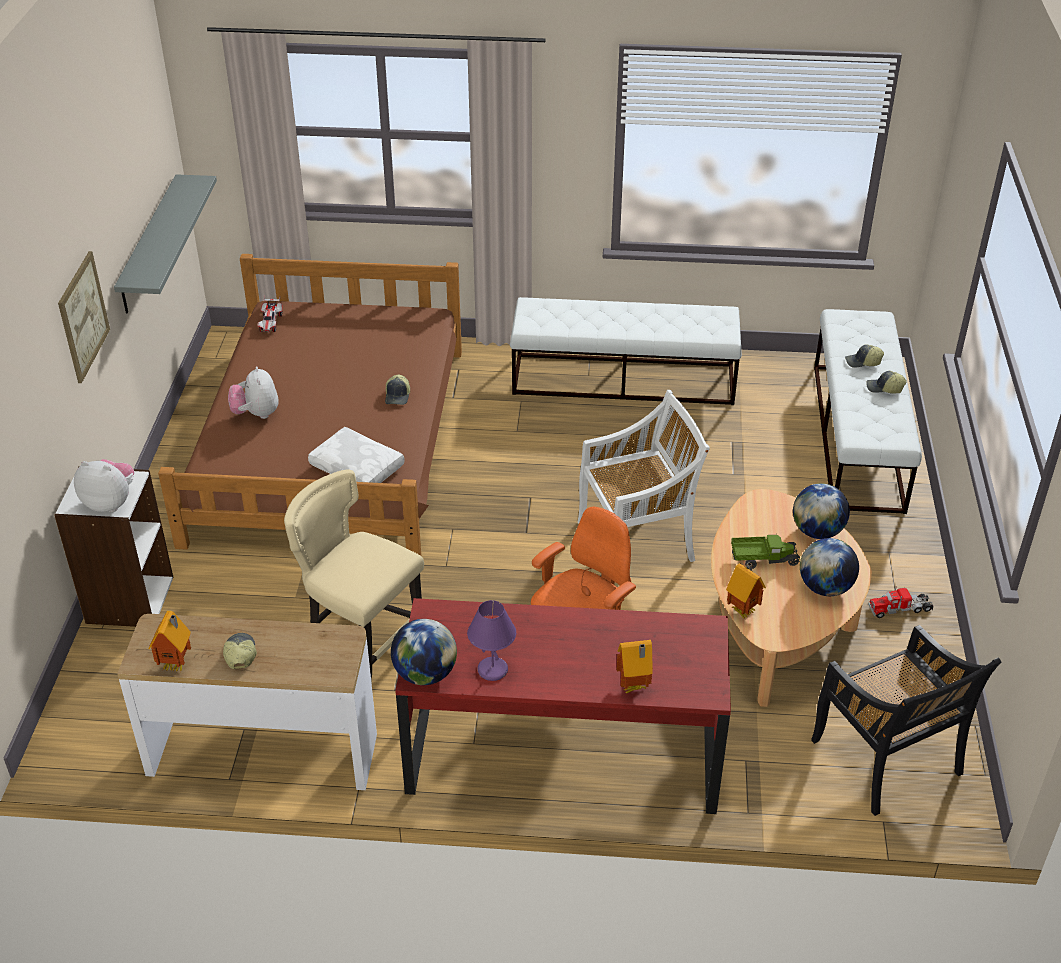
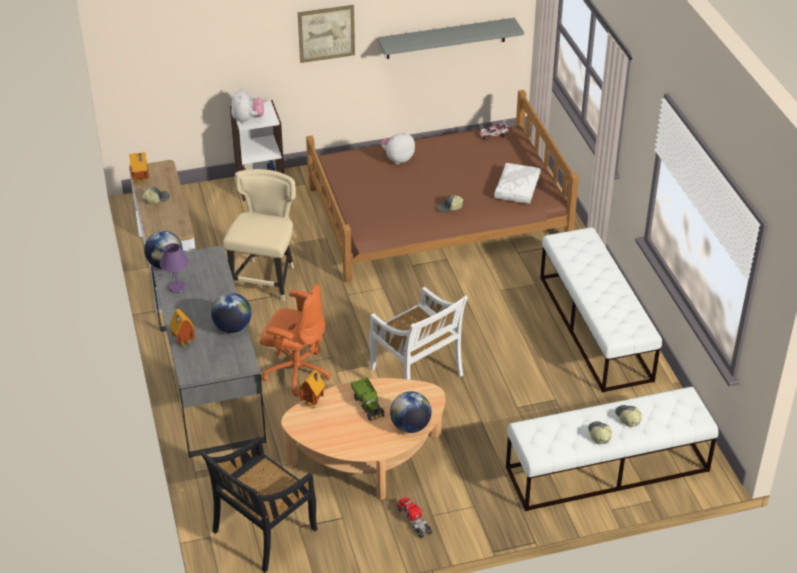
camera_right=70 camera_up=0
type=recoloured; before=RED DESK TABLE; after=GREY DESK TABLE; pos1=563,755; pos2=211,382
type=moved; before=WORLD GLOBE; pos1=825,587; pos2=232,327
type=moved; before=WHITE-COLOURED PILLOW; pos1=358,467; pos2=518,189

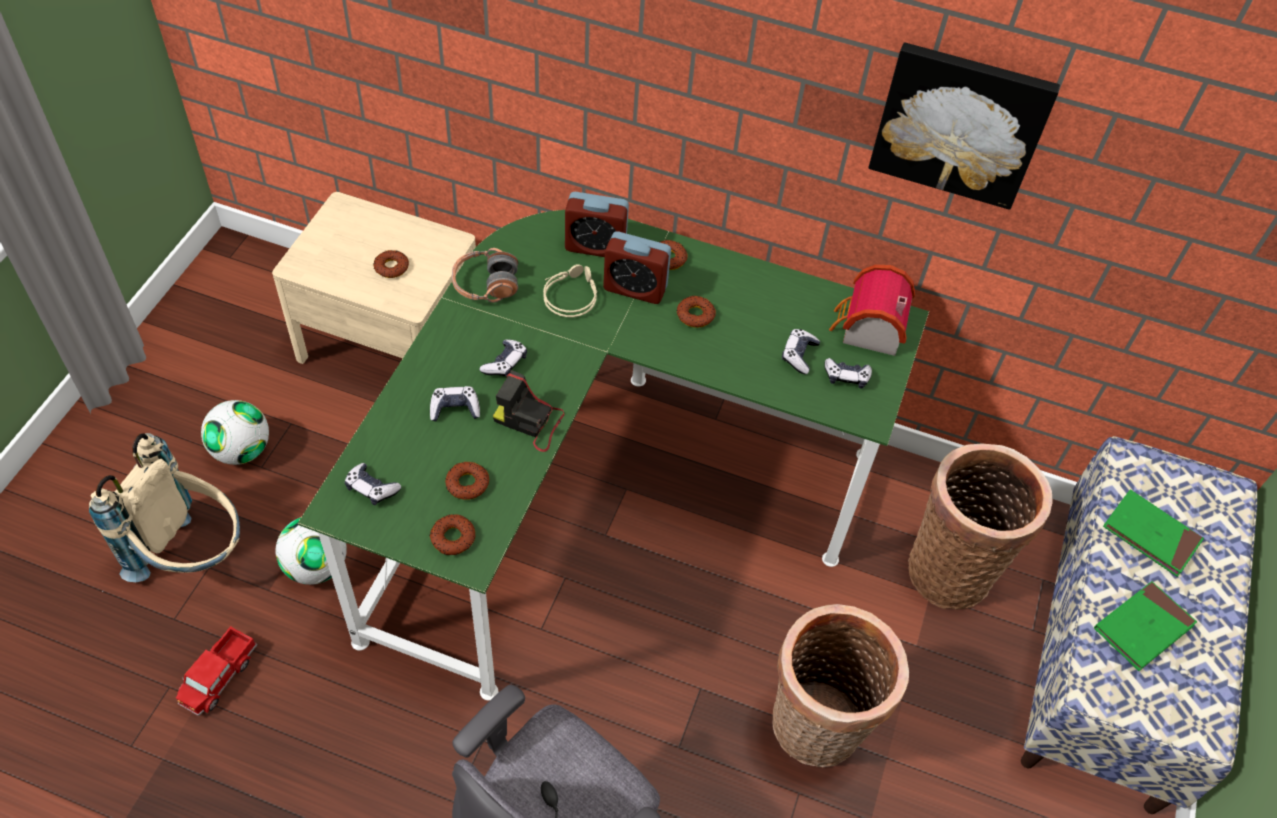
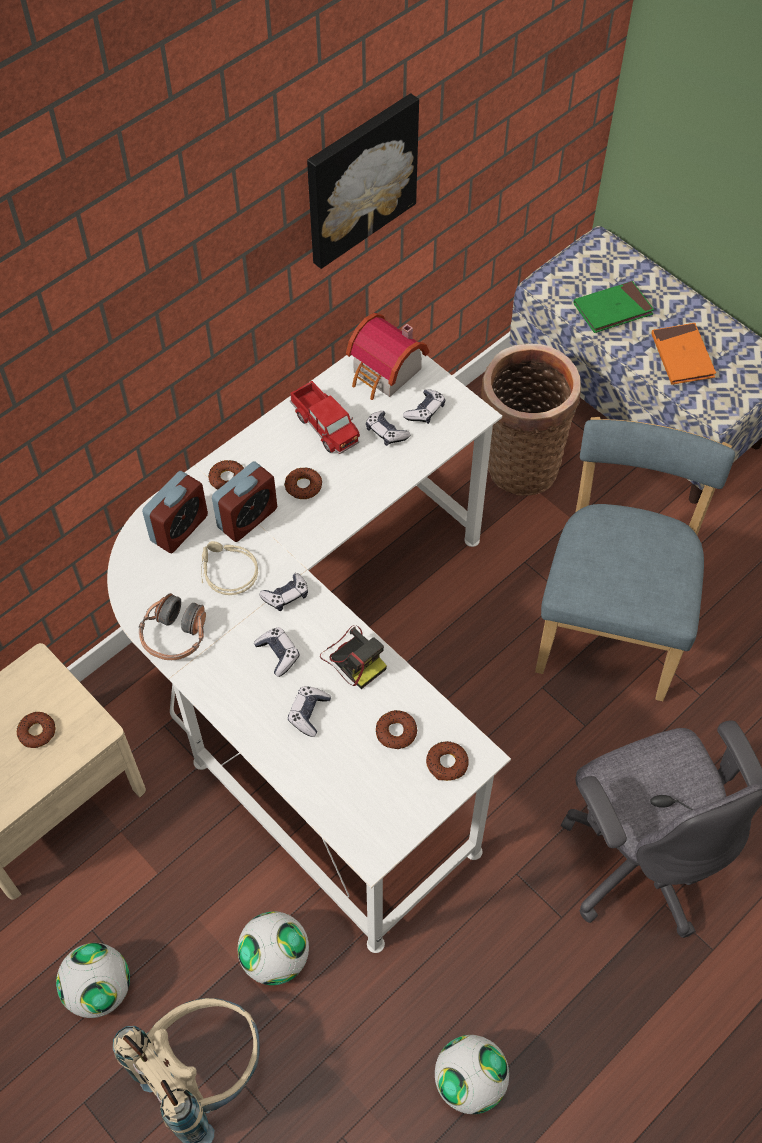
camera_right=-60 camera_up=5
type=recoloured; before=GREEN DESK TABLE; after=WHITE-COLOURED DESK TABLE; pos1=602,493; pos2=321,682
type=moved; before=JOYPAD; pos1=372,488; pos2=286,596
type=moved; before=TOY LORRY; pos1=219,676; pos2=325,425
type=turned; before=STILL CAMERA; pos1=530,421; pos2=353,658; turn=-90
type=added; after=FOOTBALL BALL; pos2=469,1081
type=replaced; before=STORAGE BASKET; after=BLUE-COLOURED PLAIN CHAIR; pos1=815,730; pos2=611,623
type=recoloured; before=GREEN VOLUME; after=ORANGE VOLUME; pos1=1142,628; pos2=682,356

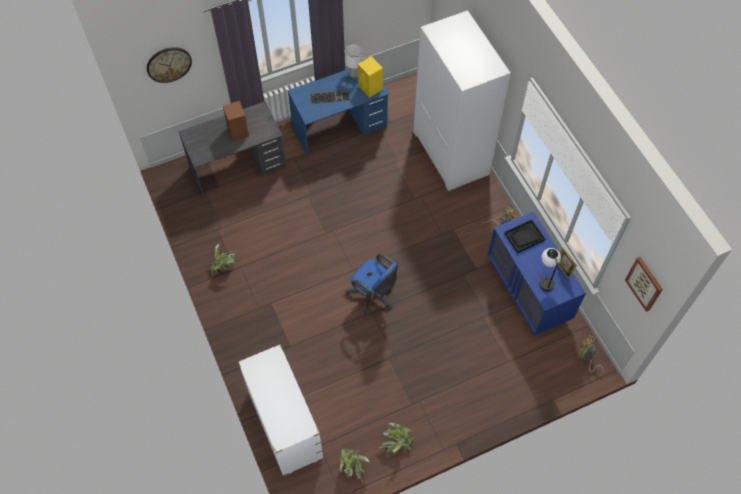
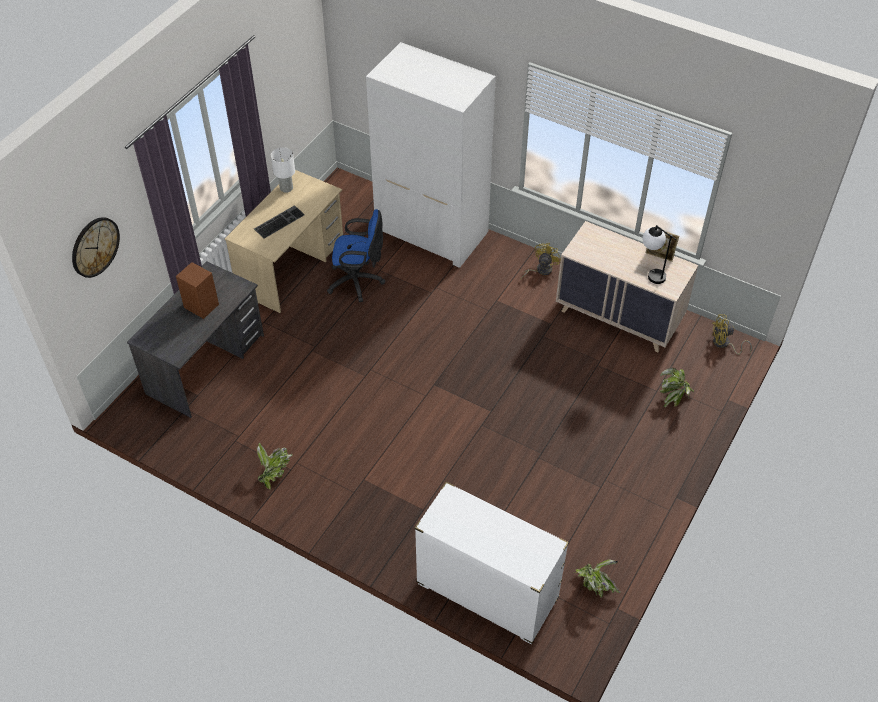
camera_right=-35 camera_up=-10
type=recoloured; before=BLUE-COLOURED DESK TABLE; after=SAND-COLOURED DESK TABLE; pos1=340,128; pos2=291,267
type=moved; before=BLUE-COLOURED DESK CHAIR; pos1=373,296; pos2=358,282
type=recoloured; before=BLUE-COLOURED DRAWER CHEST; after=SAND-COLOURED DRAWER CHEST; pos1=528,292; pos2=619,317
type=moved; before=PLANT IN A POT; pos1=396,443; pos2=674,396
type=removed; before=YELLOW-COLOURED LOUDSPEAKER; pos1=370,88
type=removed; before=BLACK-COLOURED TRAY; pos1=524,236
type=removed; before=PICTURE; pos1=644,283

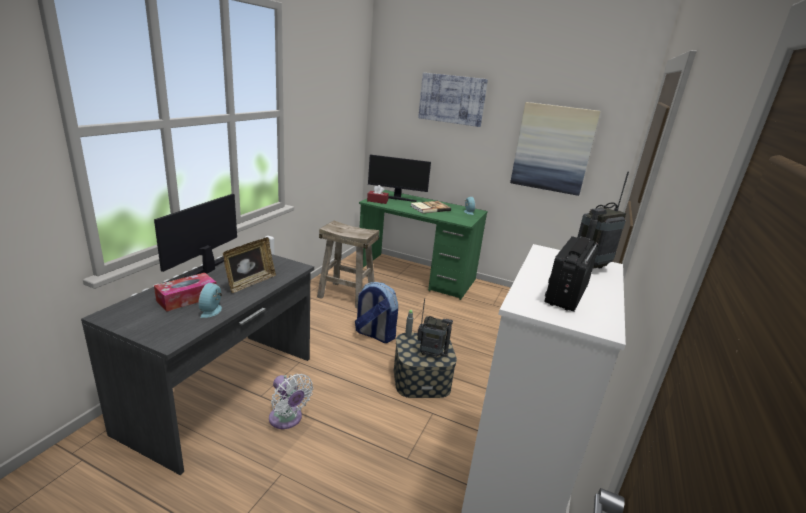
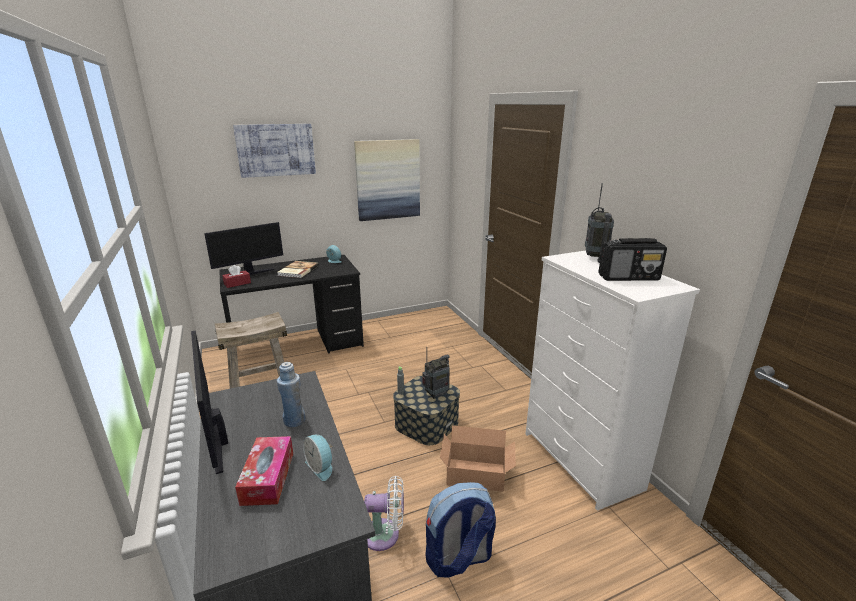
camera_right=-45 camera_up=0
type=recoloured; before=GREEN DESK TABLE; after=BLACK-COLOURED DESK TABLE; pos1=416,275; pos2=298,346
type=replaced; before=PHOTO FRAME; after=BLUE-COLOURED BEVERAGE BOTTLE; pos1=250,283; pos2=294,421
type=moved; before=RUCKSACK; pos1=374,334; pos2=458,559
type=added; after=CARDBOARD BOX; pos2=477,476
type=turned; before=RADIO; pos1=566,294; pos2=629,277; turn=-75

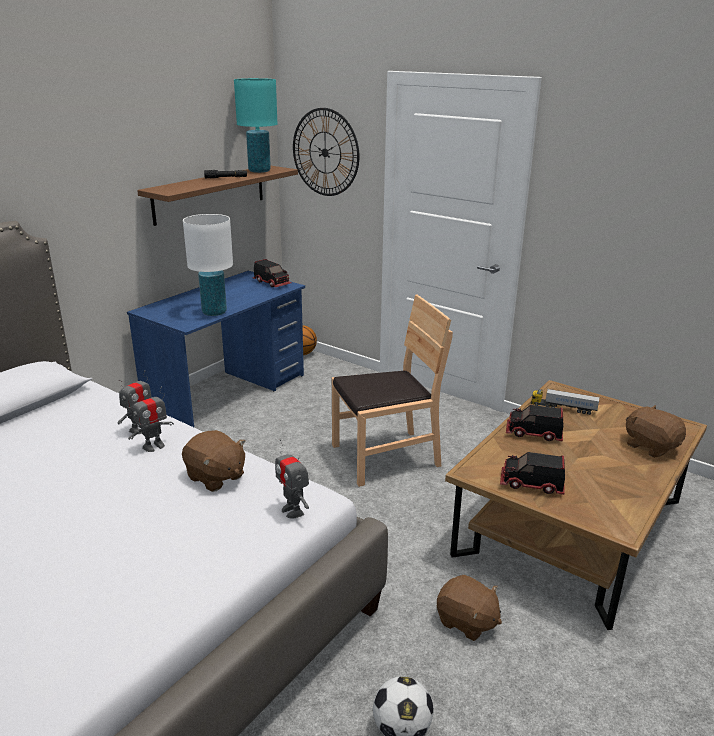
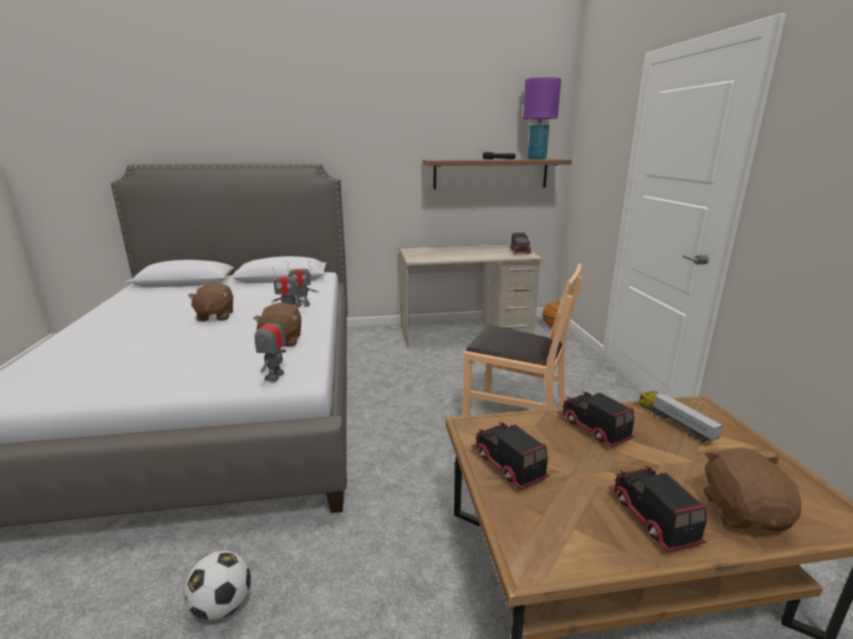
camera_right=45 camera_up=-5
type=moved; before=BROWN-COLOURED CUDDLY TOY; pos1=466,622; pos2=215,316
type=recoloured; before=BLUE-COLOURED DESK TABLE; after=SAND-COLOURED DESK TABLE; pos1=227,393; pos2=465,333
type=recoloured; before=BLUE-GREEN TABLE LAMP; after=PURPLE TABLE LAMP; pos1=259,171; pos2=536,159
type=added; after=TOY LORRY; pos2=651,518
type=removed; before=WHITE-COLOURED TABLE LAMP; pos1=214,312
type=removed; before=CLOCK ON THE WALL; pos1=325,152

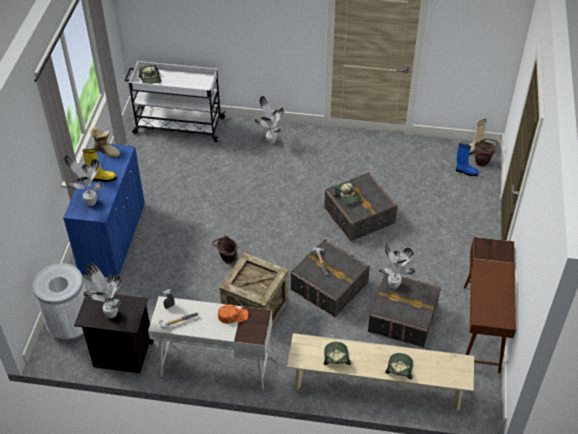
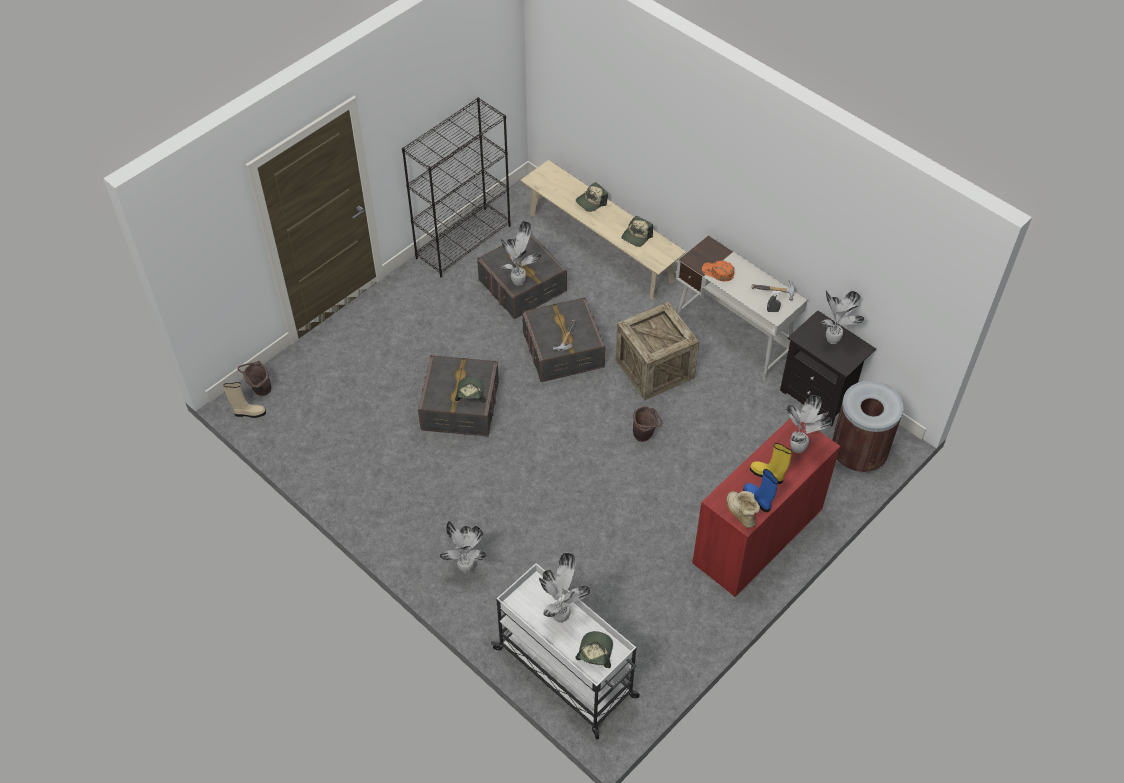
camera_right=-145 camera_up=5
type=replaced; before=BROWN-COLOURED DESK TABLE; after=BLACK-COLOURED SHELVING UNIT; pos1=481,328; pos2=463,241
type=added; after=PLANT IN A POT; pos2=561,615
type=recoloured; before=BLUE-COLOURED CUPBOARD; after=RED CUPBOARD; pos1=113,238; pos2=757,536
type=moved; before=BLUE-COLOURED BOOT; pos1=465,171; pos2=758,500
type=recoloured; before=WHITE-COLOURED TRASH CAN; after=BROWN-COLOURED TRASH CAN; pos1=70,325; pos2=858,455

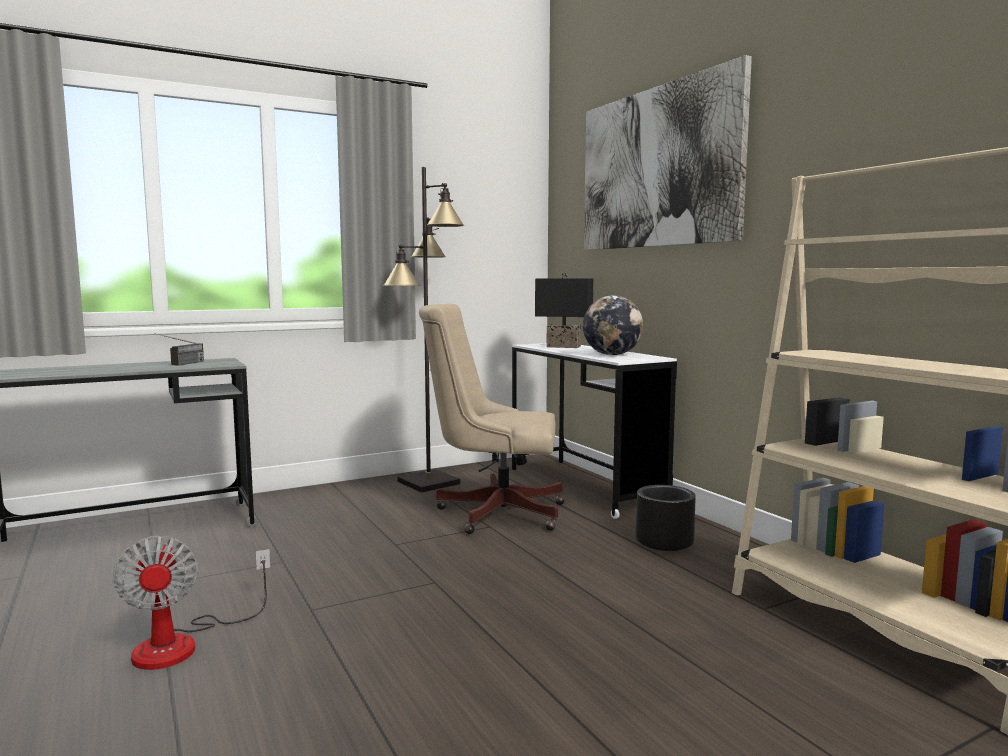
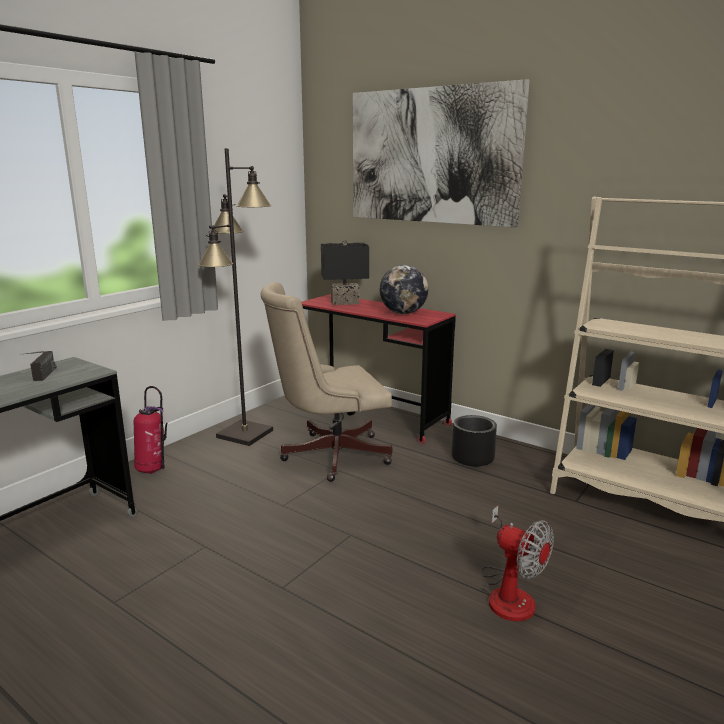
camera_right=-25 camera_up=10
type=added; after=FIRE-FIGHTING CYLINDER; pos2=153,470
type=recoloured; before=WHITE-COLOURED DESK TABLE; after=RED DESK TABLE; pos1=584,486; pos2=373,415
type=moved; before=FAN; pos1=184,643; pos2=508,593

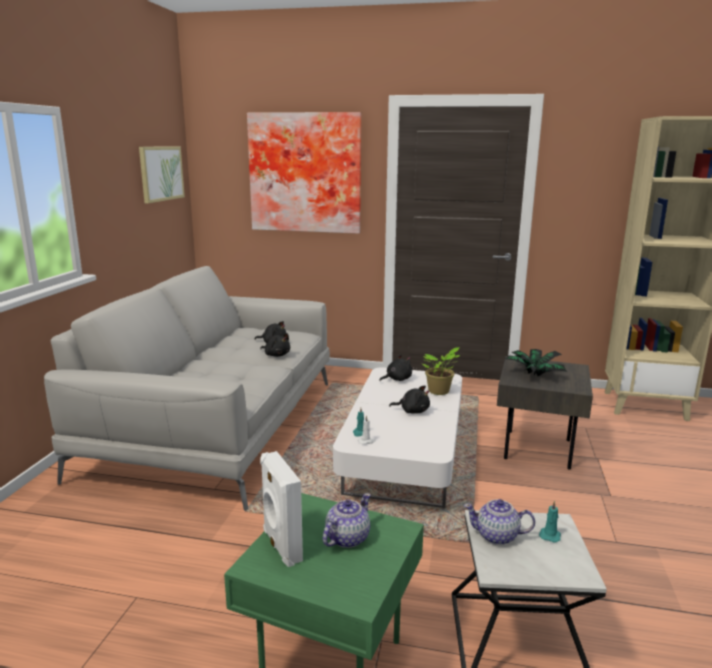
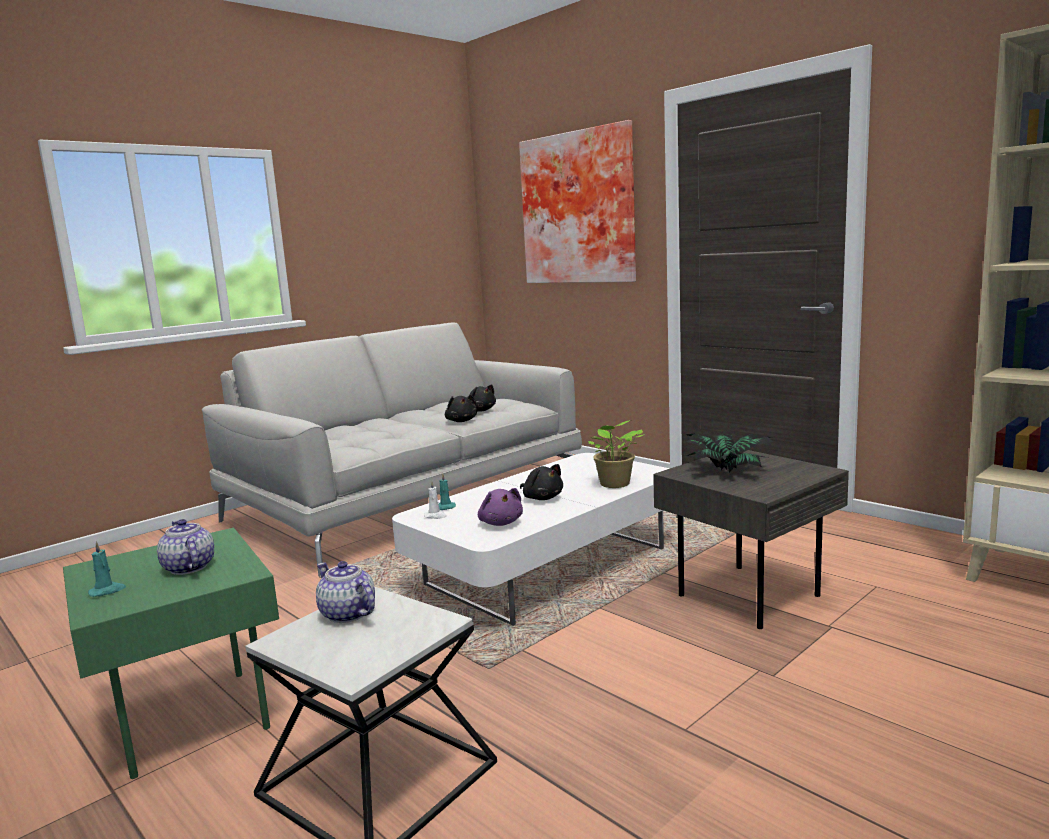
camera_right=35 camera_up=-5
type=moved; before=BLUE-GREEN CANDLE; pos1=550,535; pos2=107,591
type=turned; before=TEAPOT; pos1=346,538; pos2=188,568; turn=-105
type=added; after=PURPLE CUDDLY TOY; pos2=500,523
type=removed; before=PICTURE; pos1=161,173
type=removed; before=WHITE-COLOURED LOUDSPEAKER; pos1=281,546
type=removed; before=BLACK-COLOURED CUDDLY TOY; pos1=397,379

